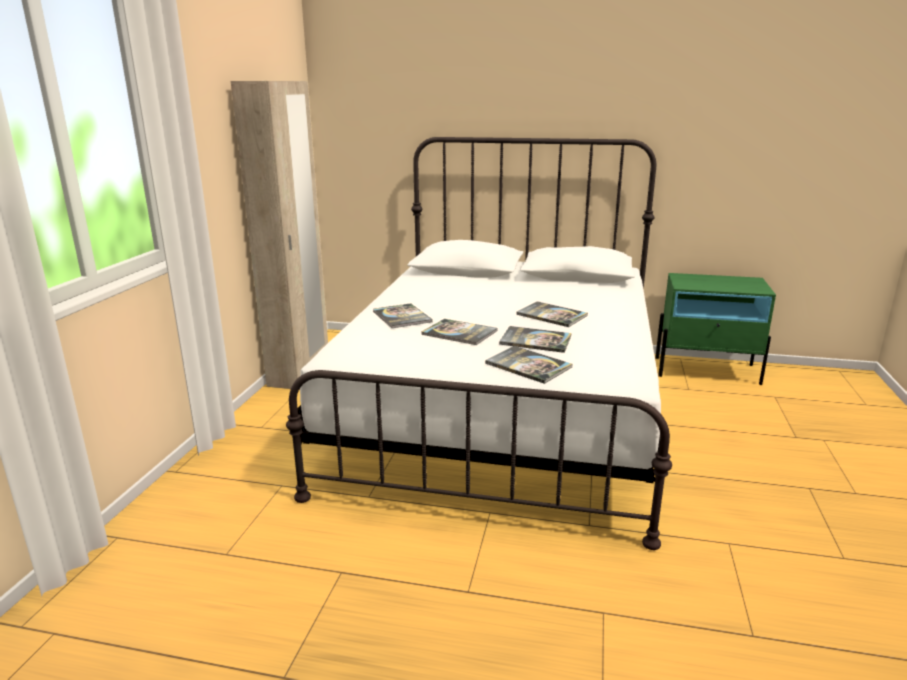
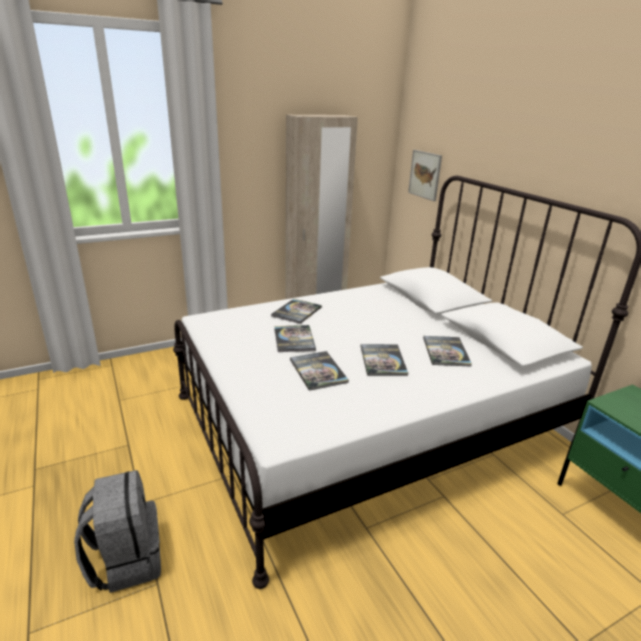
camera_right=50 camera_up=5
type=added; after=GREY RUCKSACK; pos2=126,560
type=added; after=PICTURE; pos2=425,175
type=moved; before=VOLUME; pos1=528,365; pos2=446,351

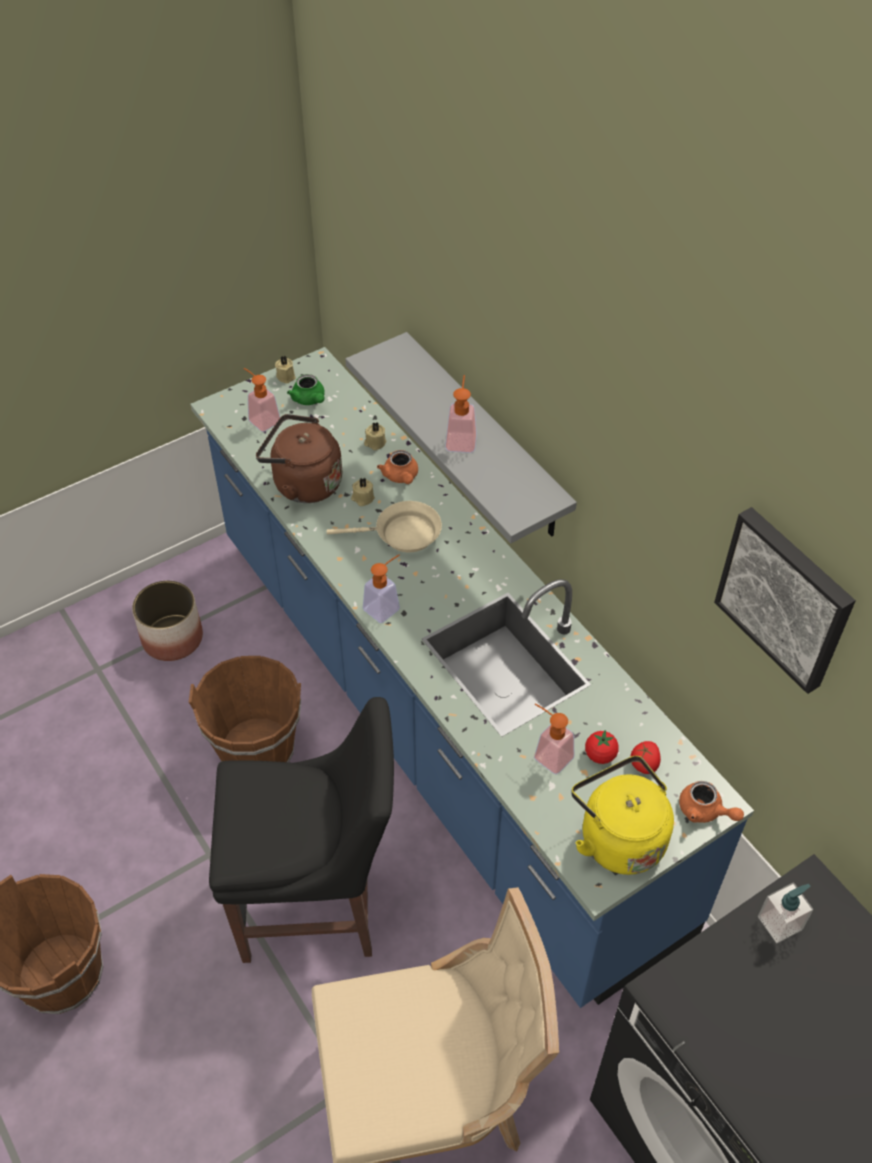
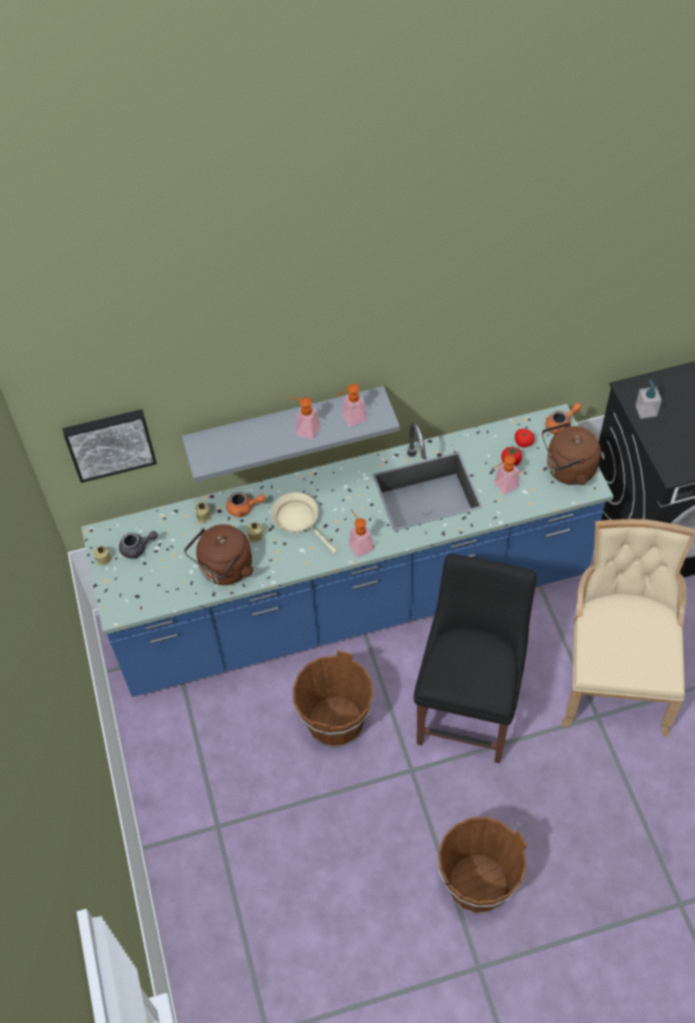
camera_right=-70 camera_up=5
type=moved; before=PICTURE; pos1=786,597; pos2=110,443
type=recoloured; before=GREEN TEAPOT; after=GREY TEAPOT; pos1=309,400; pos2=137,548
type=turned; before=SAND-COLOURED PAN; pos1=402,534; pos2=299,520; turn=-60
type=moved; before=LIQUID SOAP BOTTLE; pos1=261,419; pos2=350,419
type=recoloured; before=YELLOW-COLOURED KETTLE; after=BROWN-COLOURED KETTLE; pos1=618,837; pos2=567,470
type=removed; before=FLOWER POT; pos1=173,638

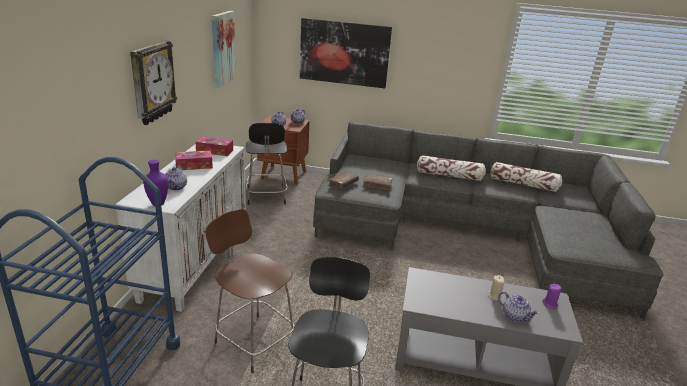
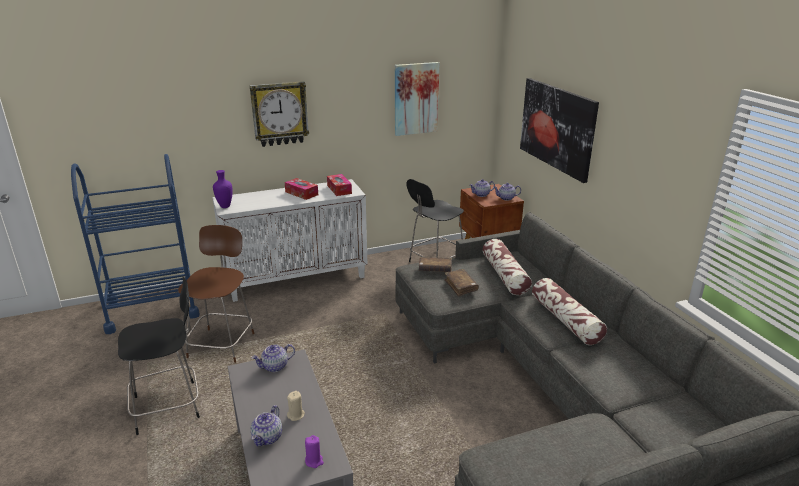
camera_right=60 camera_up=0
type=moved; before=TEAPOT; pos1=176,187; pos2=275,367
type=moved; before=PILLOW; pos1=523,184; pos2=505,275

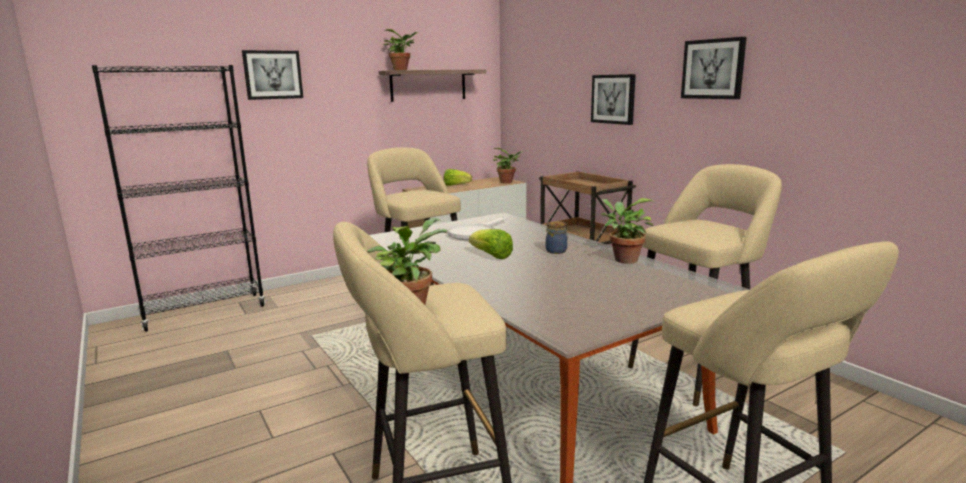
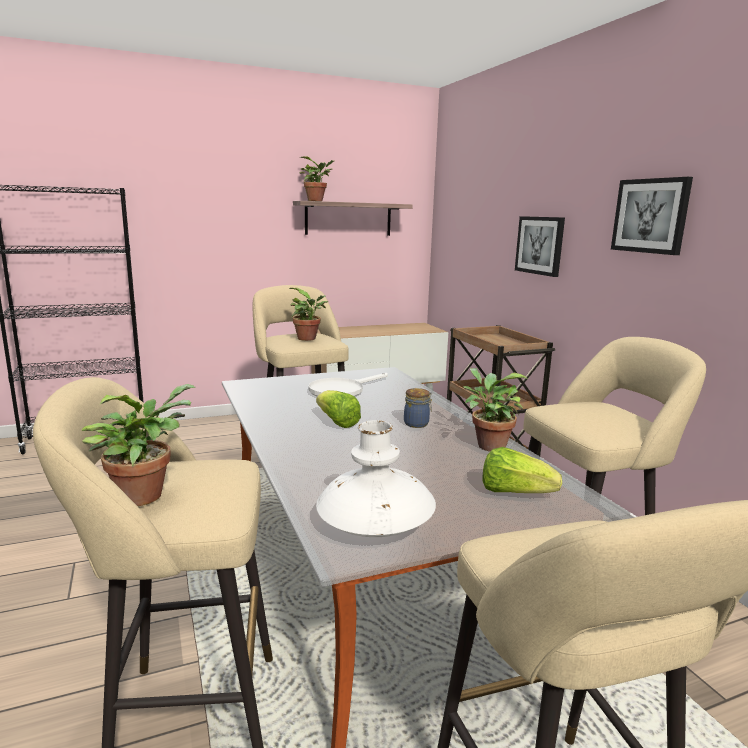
camera_right=10 camera_up=0
type=moved; before=PLANT IN A POT; pos1=508,182; pos2=309,339
type=added; after=WHITE-COLOURED VASE; pos2=375,523
type=moved; before=LETTUCE; pos1=456,185; pos2=514,492
type=removed; before=PICTURE; pos1=273,75

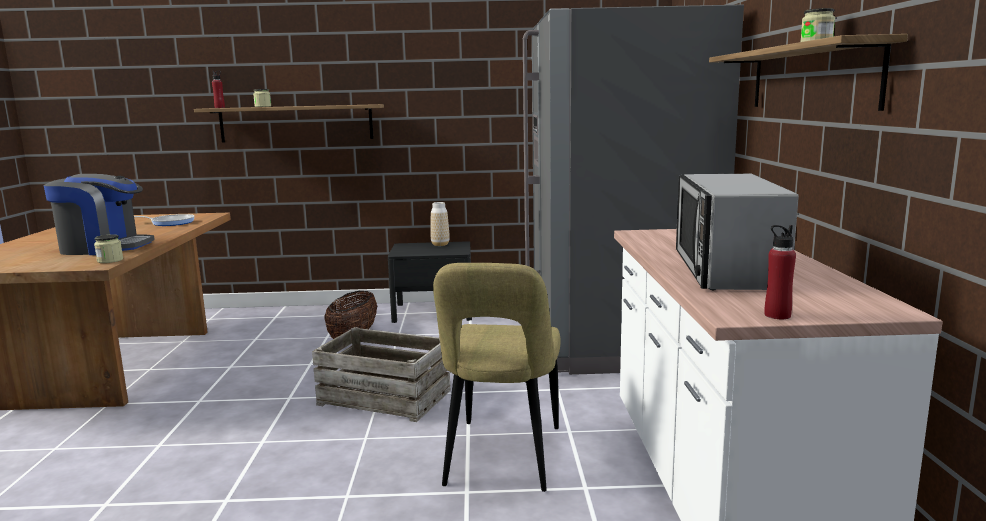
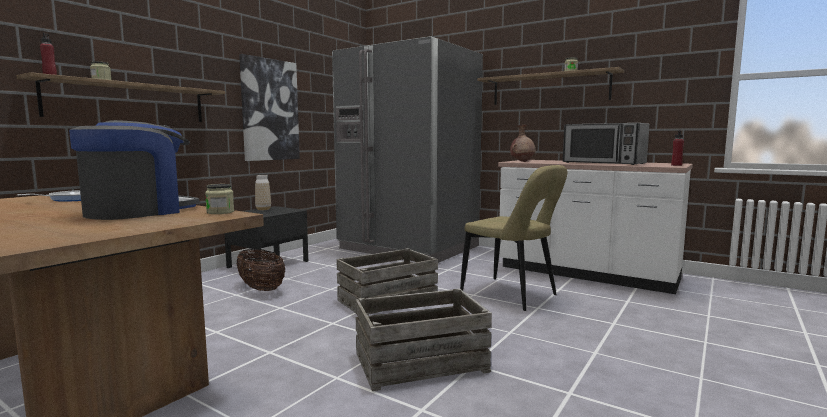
camera_right=-55 camera_up=-5
type=added; after=PICTURE; pos2=270,110
type=added; after=SHIPPING CRATE; pos2=420,361
type=added; after=BROWN-COLOURED VASE; pos2=522,161

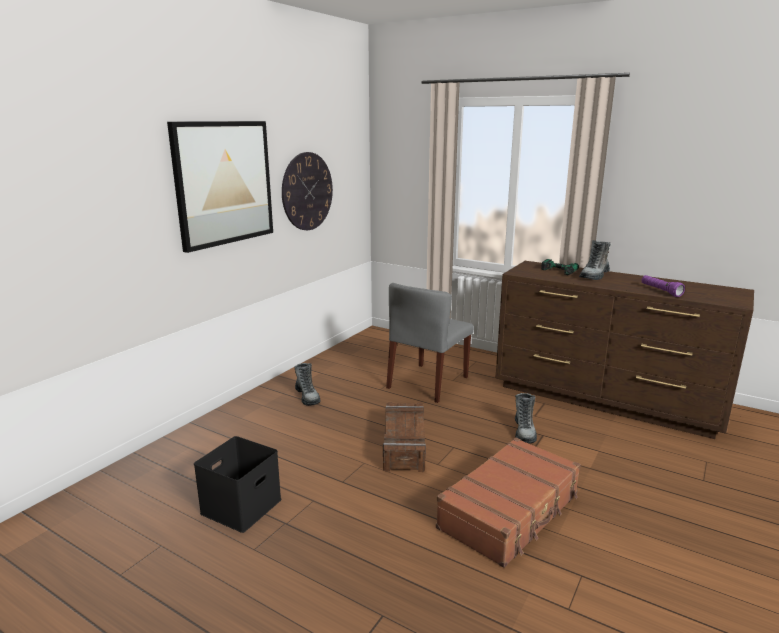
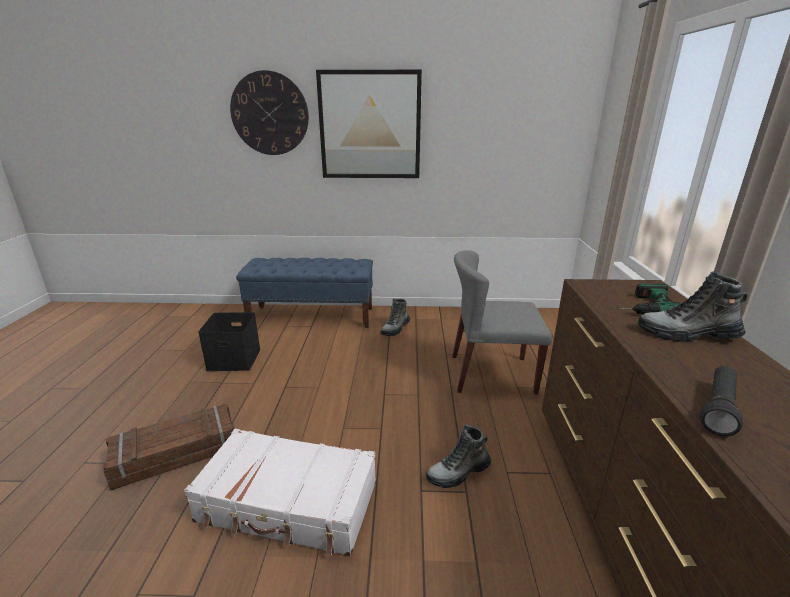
camera_right=60 camera_up=5
type=moved; before=SHIPPING CRATE; pos1=405,444; pos2=177,454
type=recoloured; before=BROWN-COLOURED PIECE OF LUGGAGE; after=WHITE-COLOURED PIECE OF LUGGAGE; pos1=510,511; pos2=288,503
type=moved; before=CLOCK ON THE WALL; pos1=307,191; pos2=270,114
type=added; after=BLUE-COLOURED LONG SEAT; pos2=312,316
type=recoloured; before=PURPLE FLASHLIGHT; after=BLACK-COLOURED FLASHLIGHT; pos1=660,291; pos2=718,409

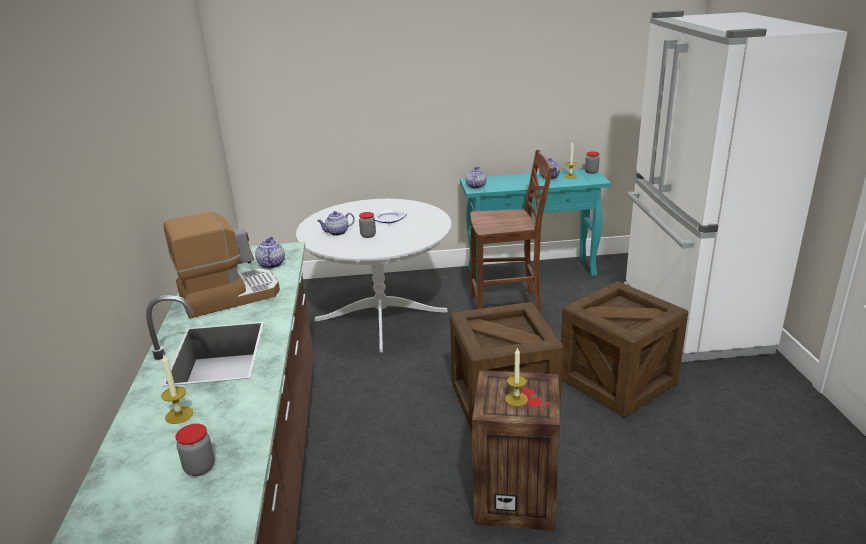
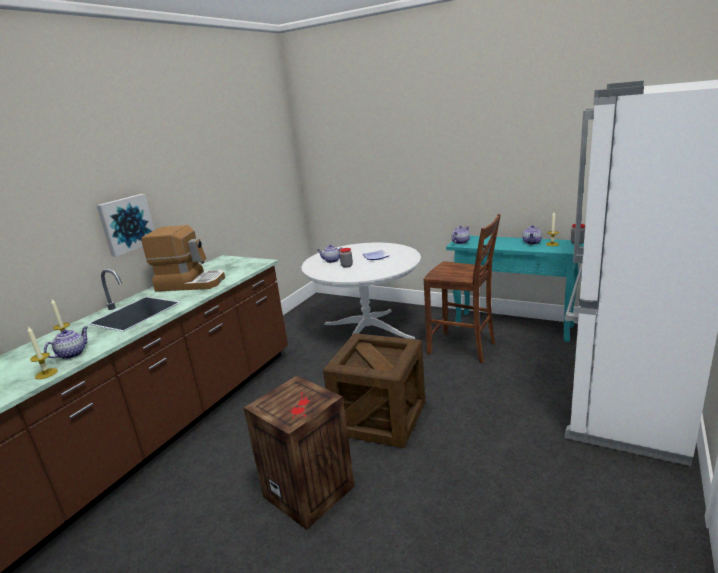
camera_right=35 camera_up=-5
type=moved; before=CANDLE; pos1=516,399; pos2=46,373
type=moved; before=TEAPOT; pos1=271,264; pos2=72,354
type=added; after=PICTURE; pos2=126,224
type=removed; before=STORAGE JAR; pos1=199,468
type=removed; before=SHIPPING CRATE; pos1=617,381

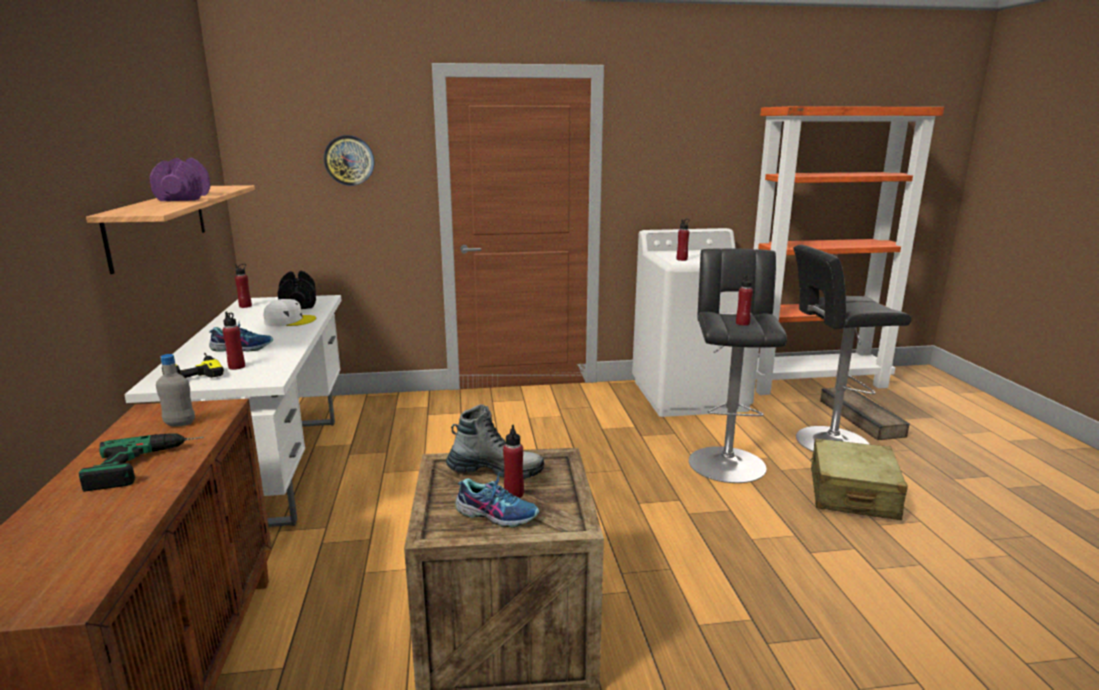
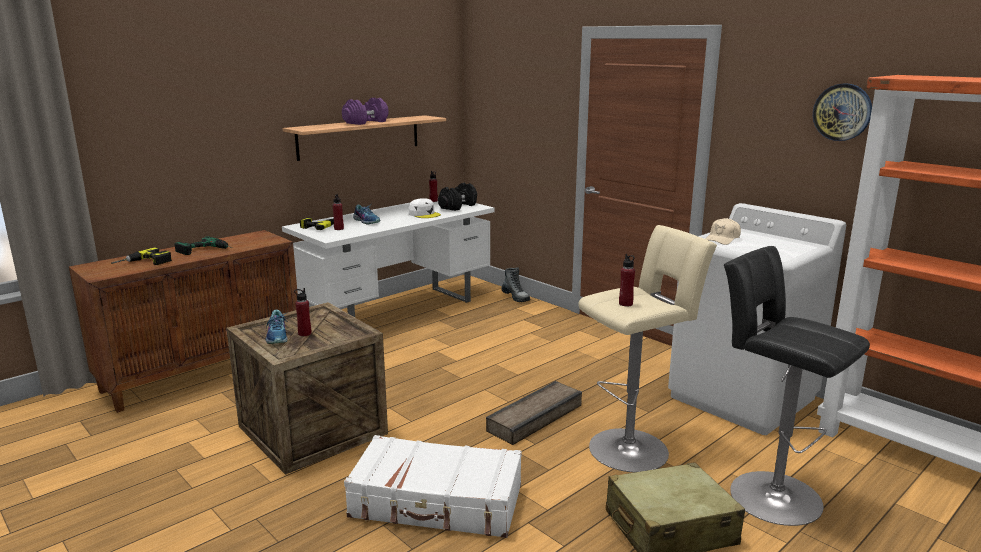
camera_right=55 camera_up=0
type=added; after=ELECTRIC DRILL; pos2=144,263
type=added; after=WHITE-COLOURED PIECE OF LUGGAGE; pos2=437,502
type=moved; before=SHIPPING CRATE; pos1=862,417; pos2=536,418
type=moved; before=BOOT; pos1=495,471; pos2=516,297
type=recoloured; before=BLACK-COLOURED STOOL SEAT; after=SAND-COLOURED STOOL SEAT; pos1=725,461; pos2=633,447
type=replaced; before=RED BEVERAGE BOTTLE; after=SAND-COLOURED CAP; pos1=682,259; pos2=722,239
type=moved; before=CLOCK ON THE WALL; pos1=349,160; pos2=842,112
type=removed; before=GREY BEVERAGE BOTTLE; pos1=180,424

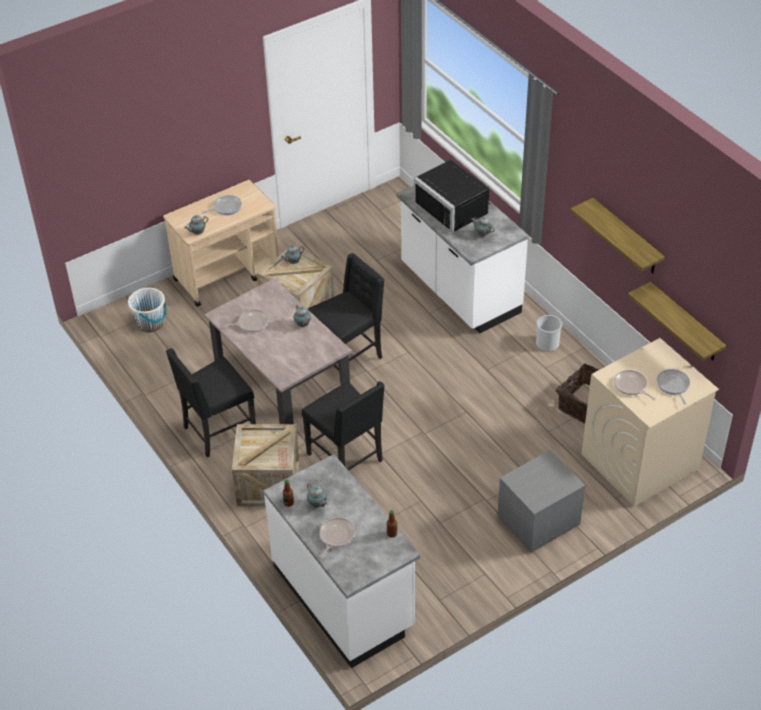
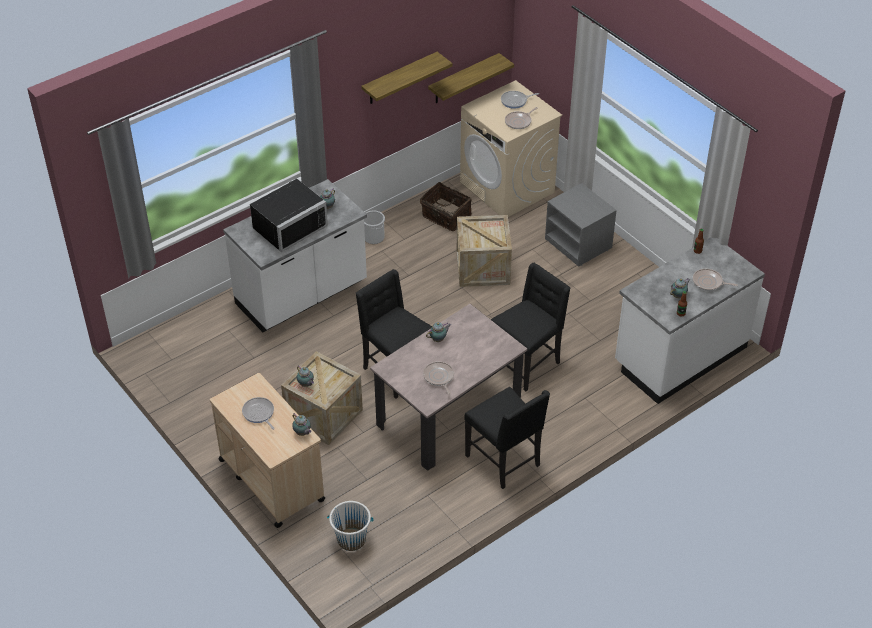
camera_right=-95 camera_up=0
type=moved; before=SHIPPING CRATE; pos1=268,483; pos2=483,268

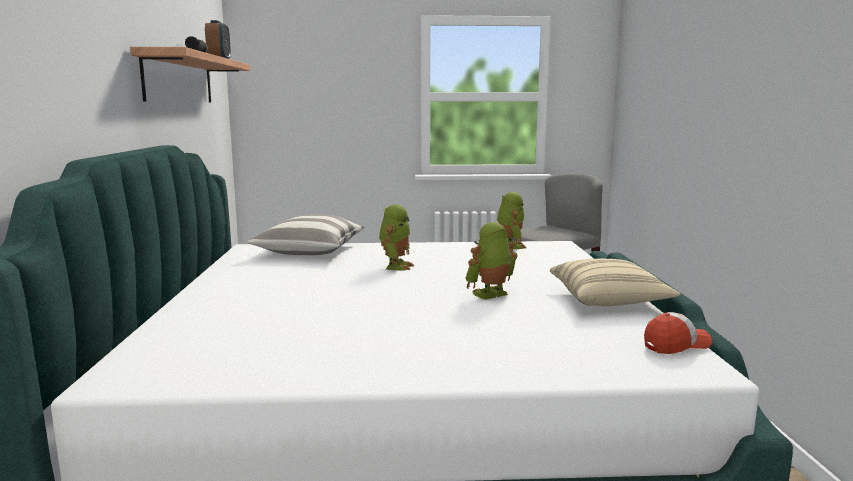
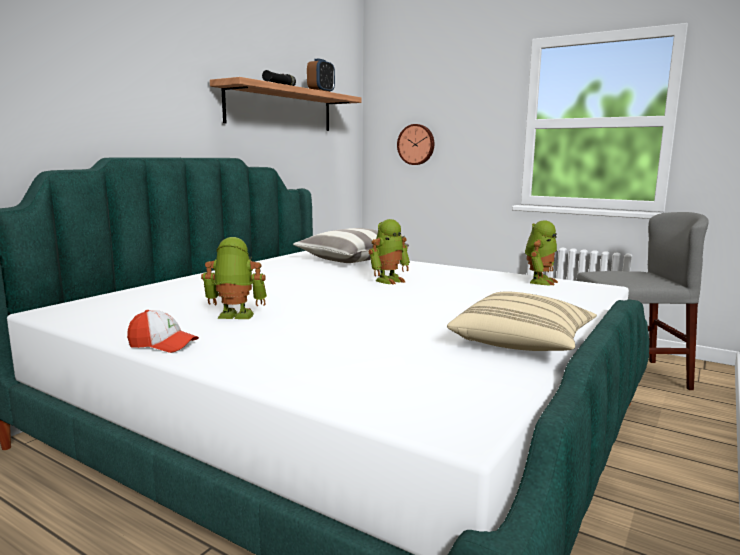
camera_right=35 camera_up=0
type=moved; before=CAP; pos1=676,345; pos2=163,345
type=moved; before=ROBOT FIGURE; pos1=491,295; pos2=235,316
type=added; after=CLOCK ON THE WALL; pos2=416,144

